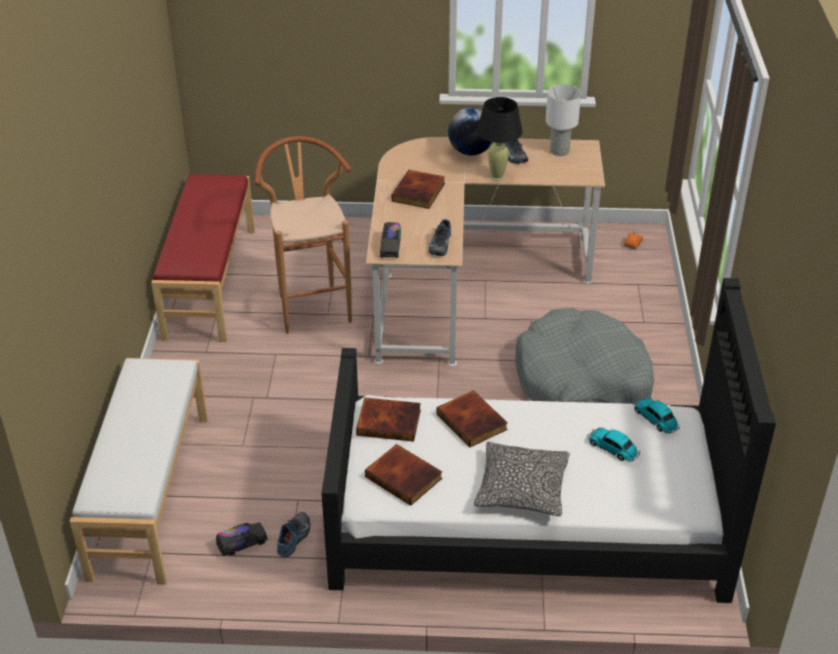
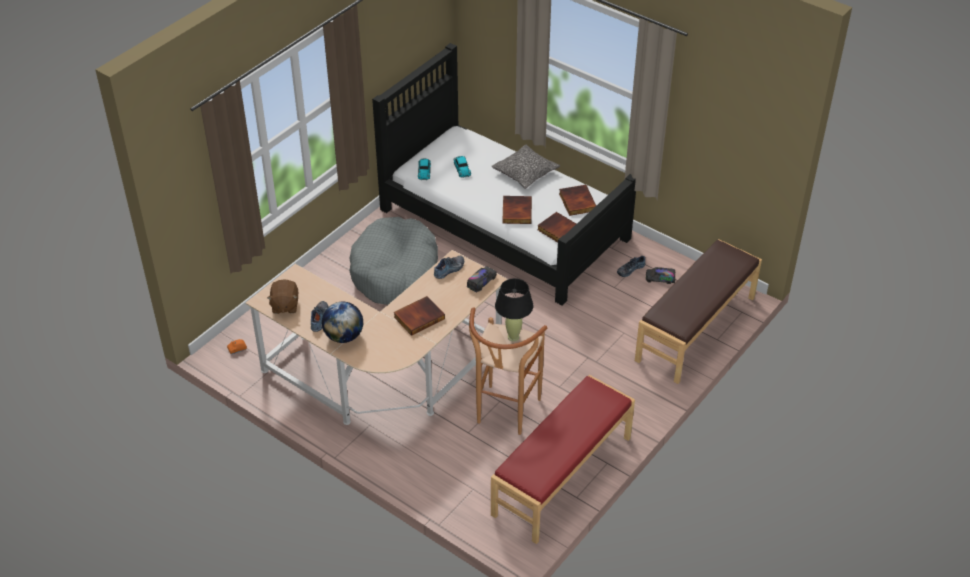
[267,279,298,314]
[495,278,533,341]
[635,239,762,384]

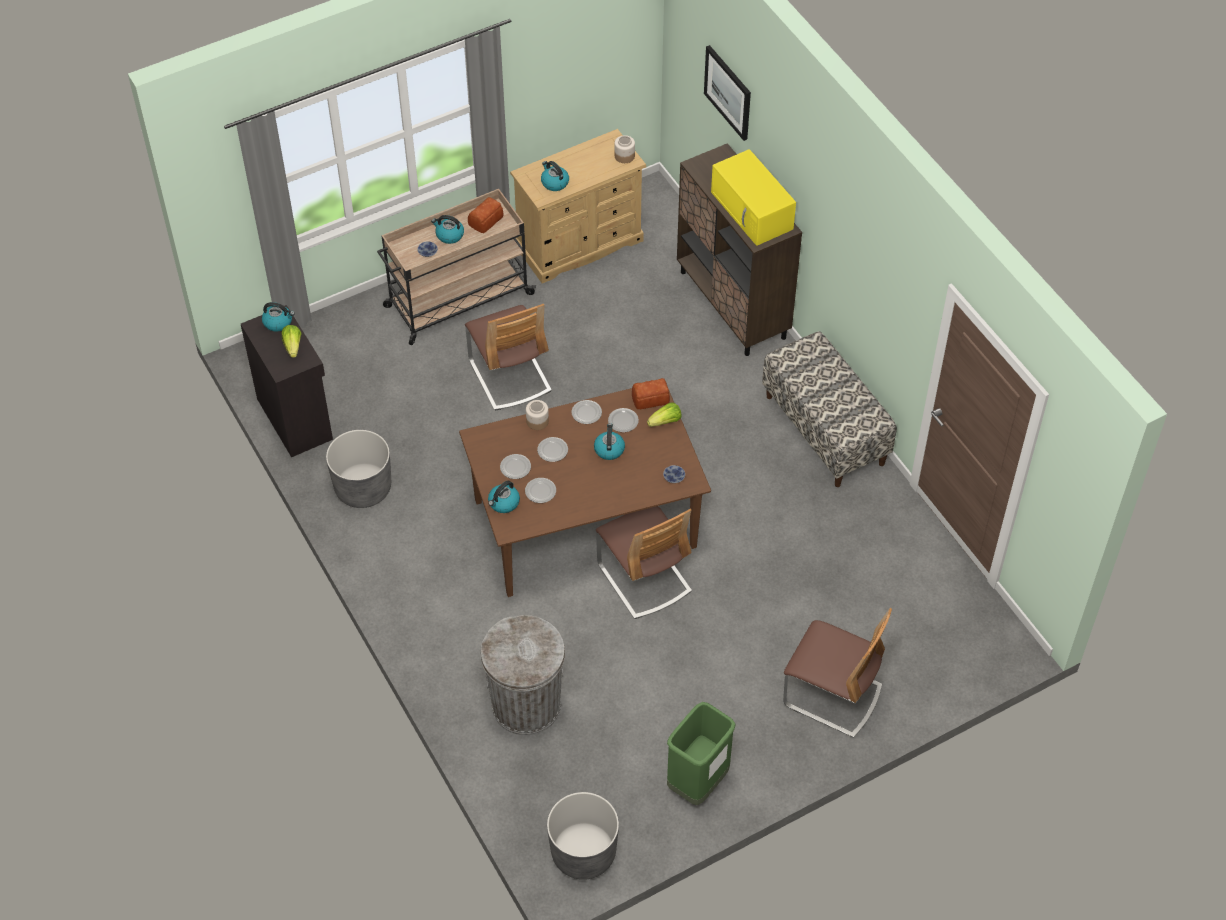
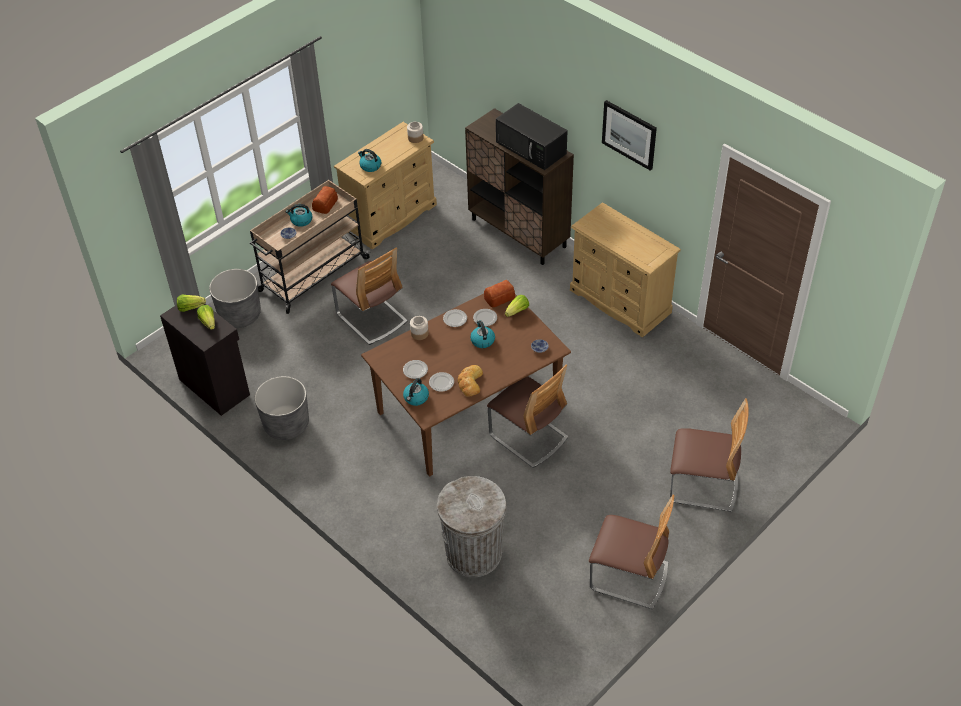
[602,100,657,171]
[496,103,568,170]
[177,295,206,312]
[570,202,681,338]
[537,437,568,462] (first image)
[589,495,675,609]
[209,269,261,328]
[458,365,483,397]

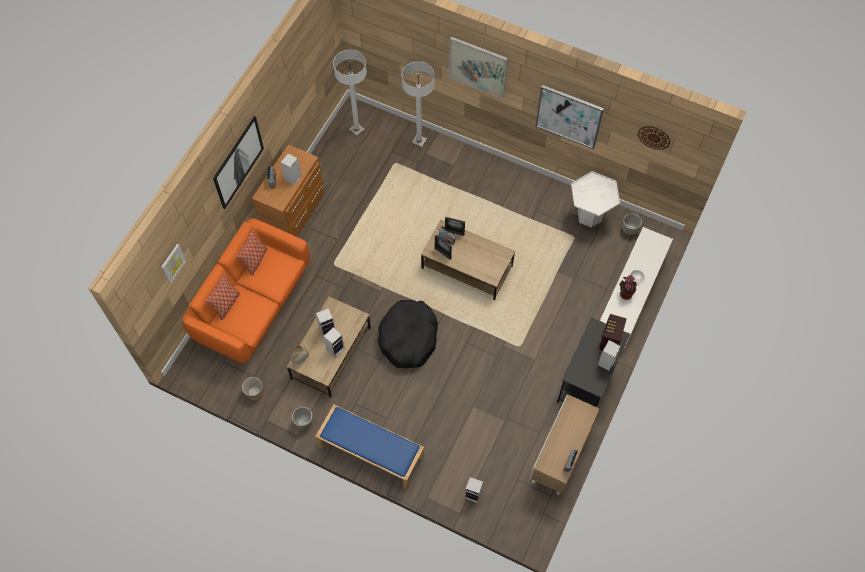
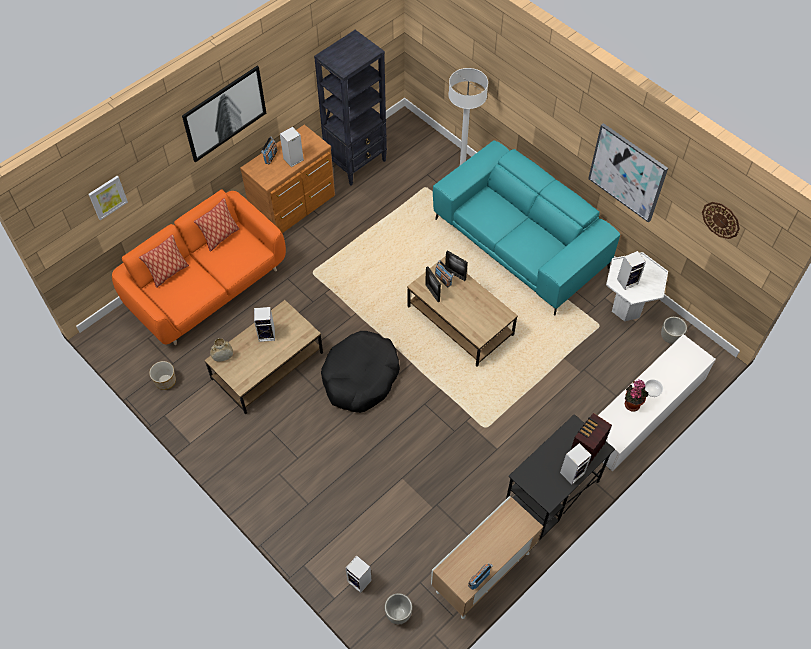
[449,37,508,99] (first image)
[333,50,367,136] (first image)
[617,251,646,290]
[315,404,424,490] (first image)
[385,593,412,624]
[314,30,387,186]
[433,140,620,316]

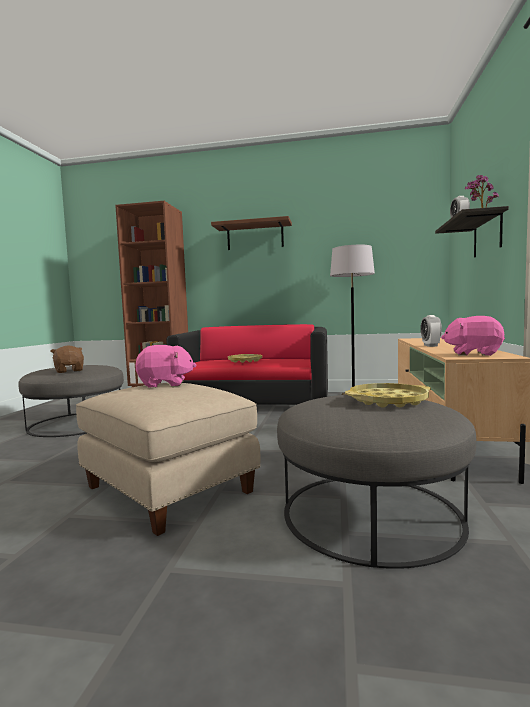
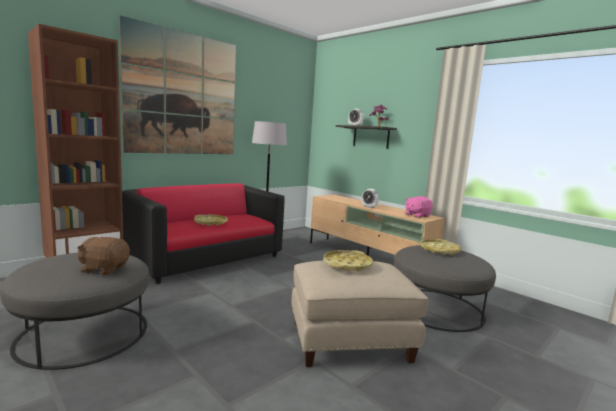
[119,15,236,154]
[323,250,373,271]

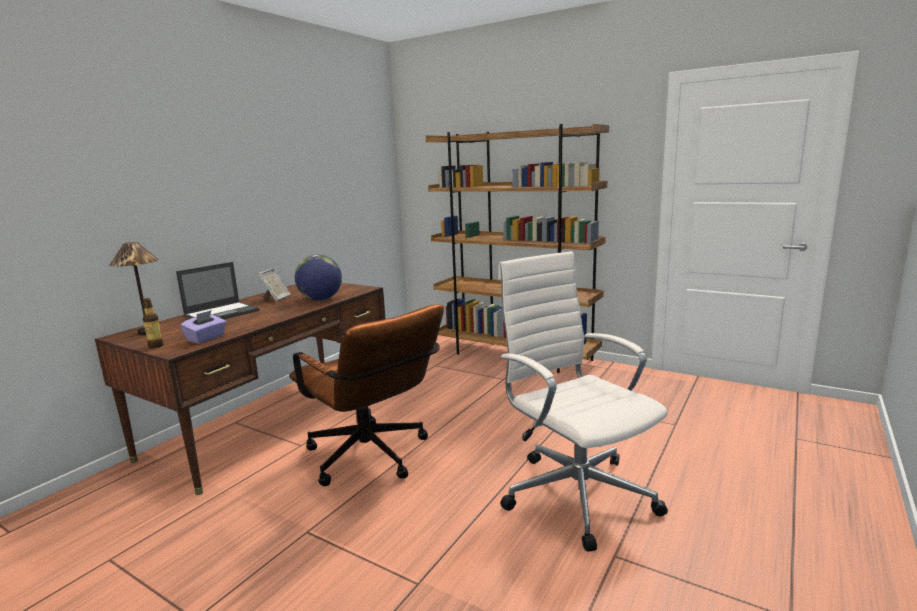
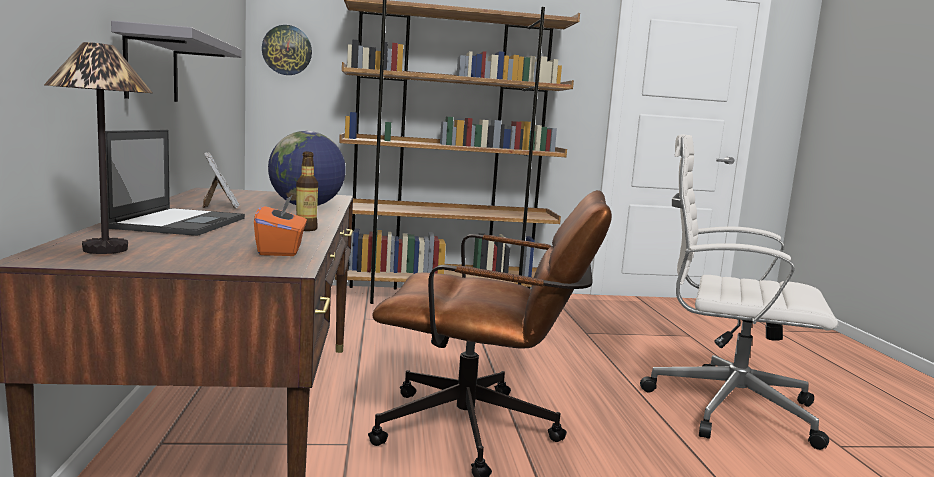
[296,152,318,231]
[254,196,307,256]
[111,21,242,102]
[262,25,312,75]

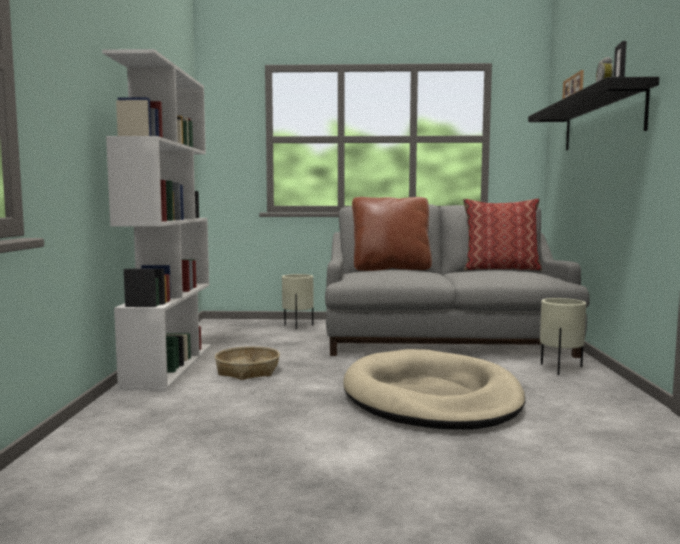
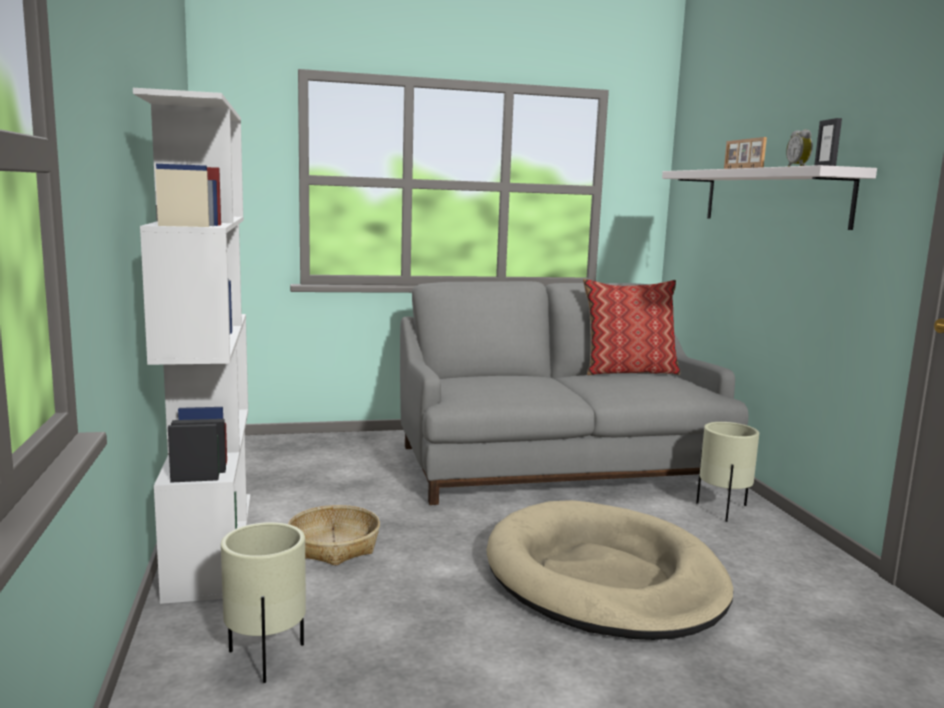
[662,165,877,230]
[352,197,432,271] (first image)
[221,522,306,683]

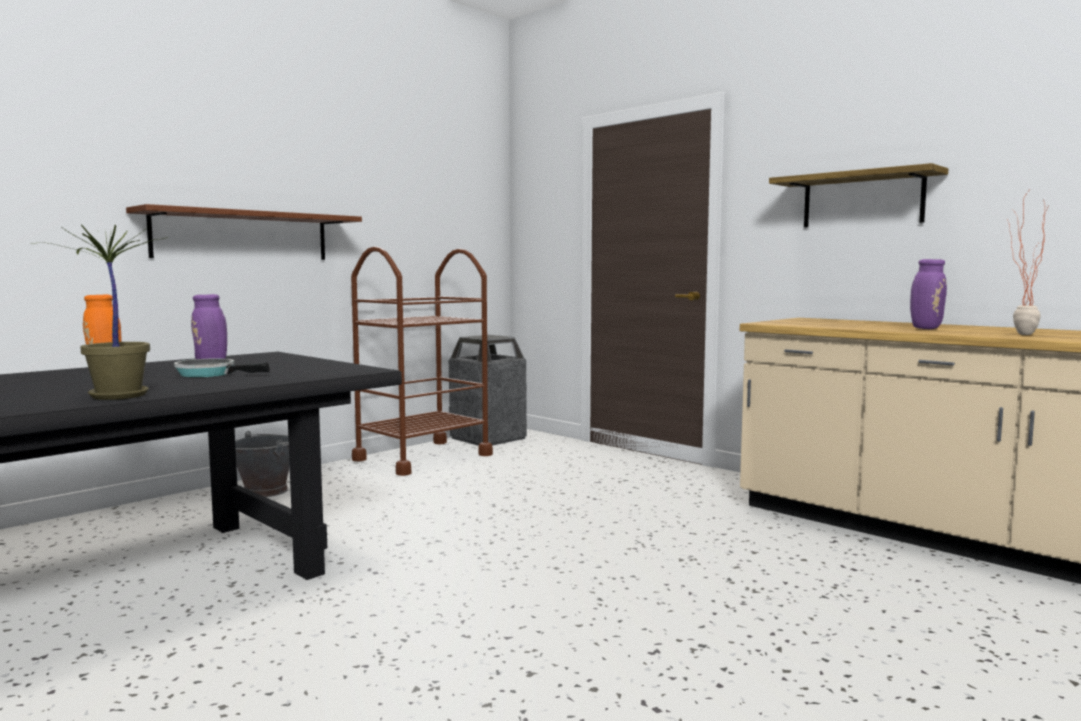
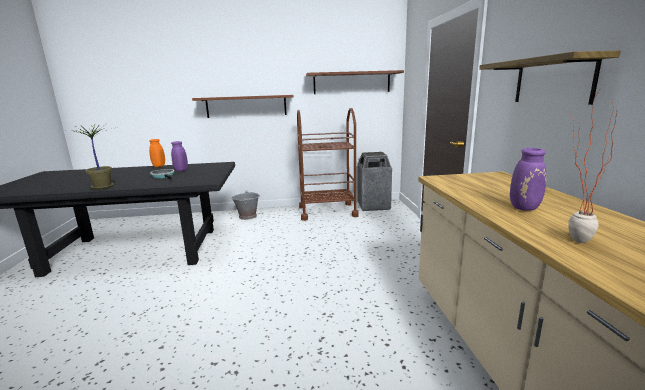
[306,70,404,94]

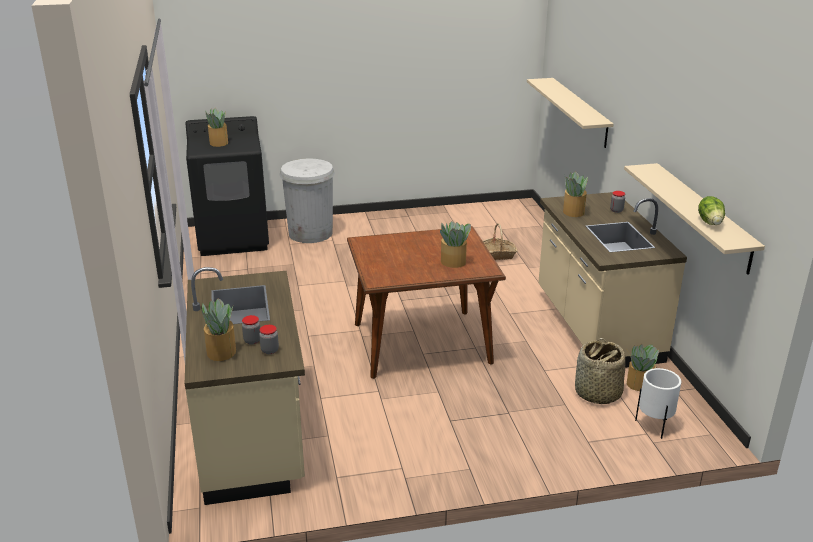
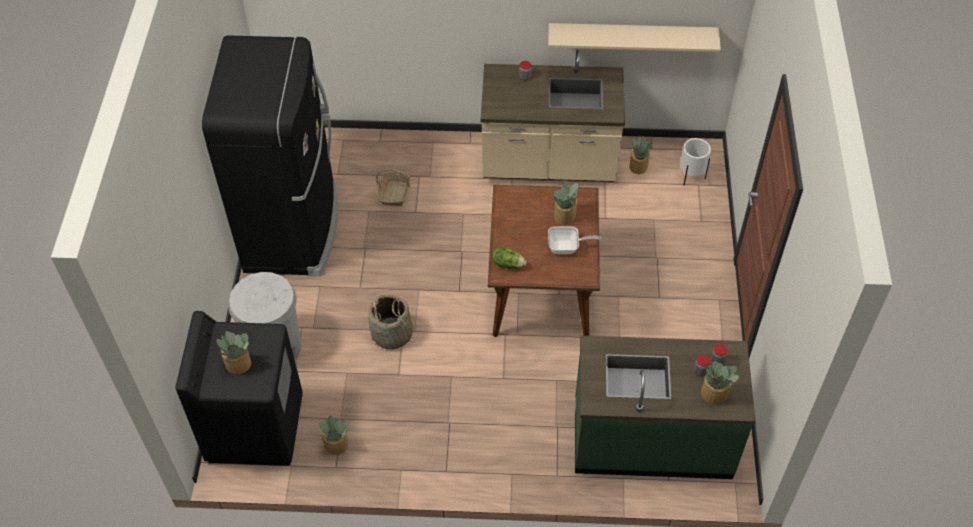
[527,78,614,148] (first image)
[318,415,348,455]
[492,247,527,269]
[575,335,755,479]
[368,295,415,350]
[202,35,338,276]
[548,226,601,254]

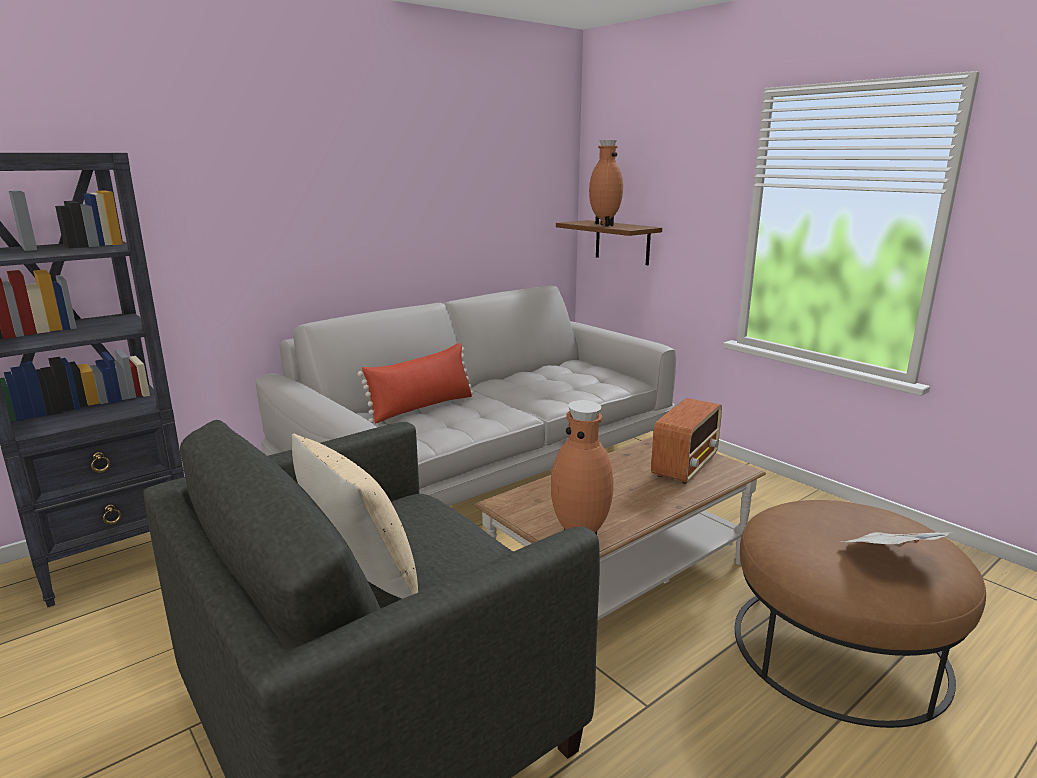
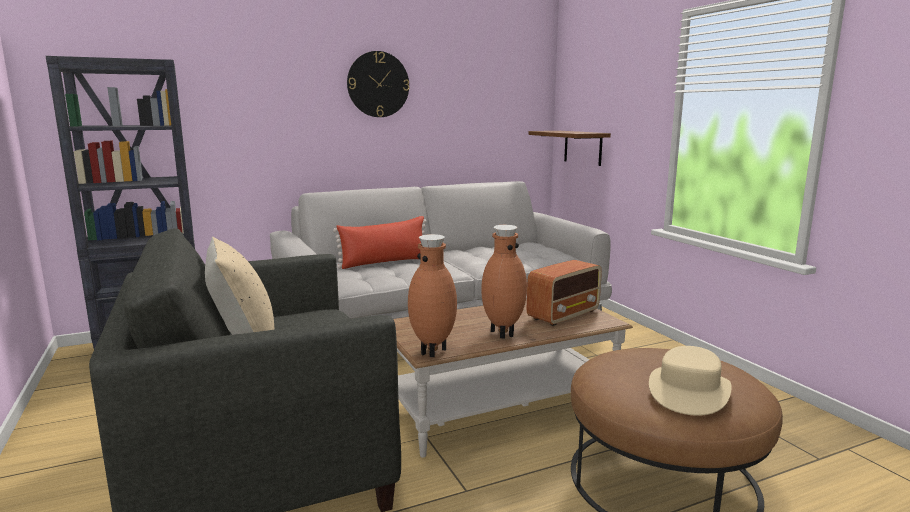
[481,225,527,339]
[649,346,732,416]
[347,51,410,117]

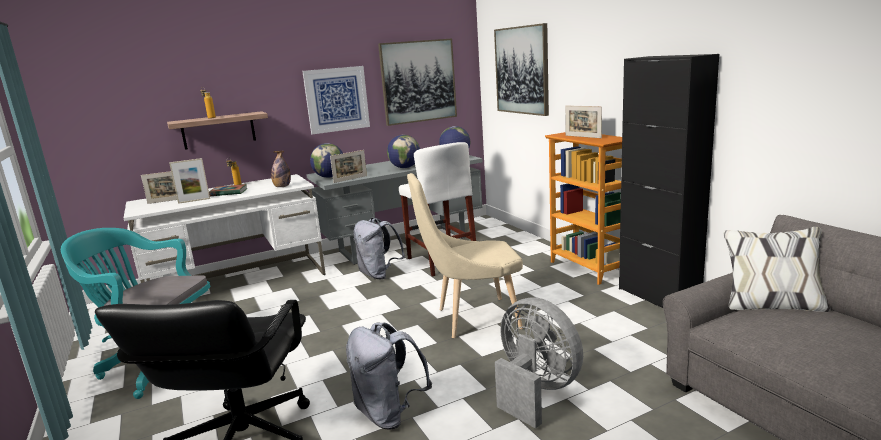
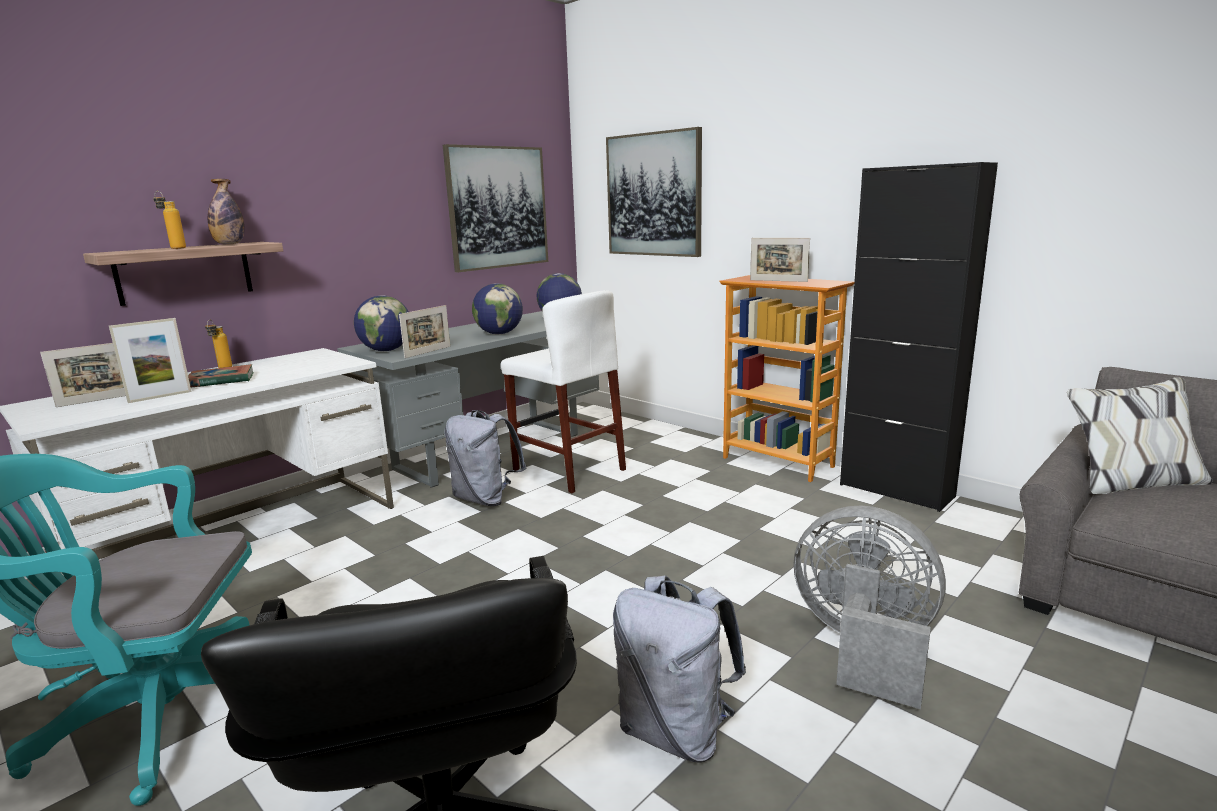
[302,66,370,134] (first image)
[208,179,245,244]
[407,173,523,338] (first image)

